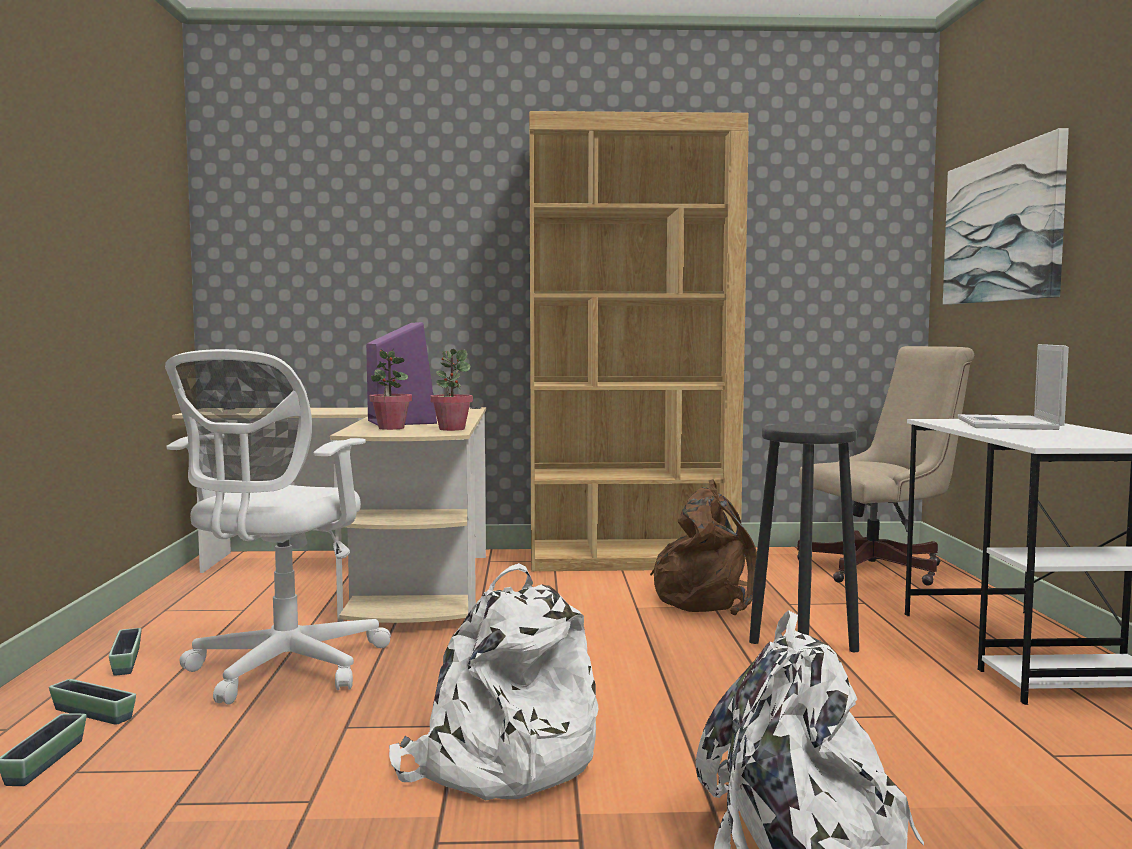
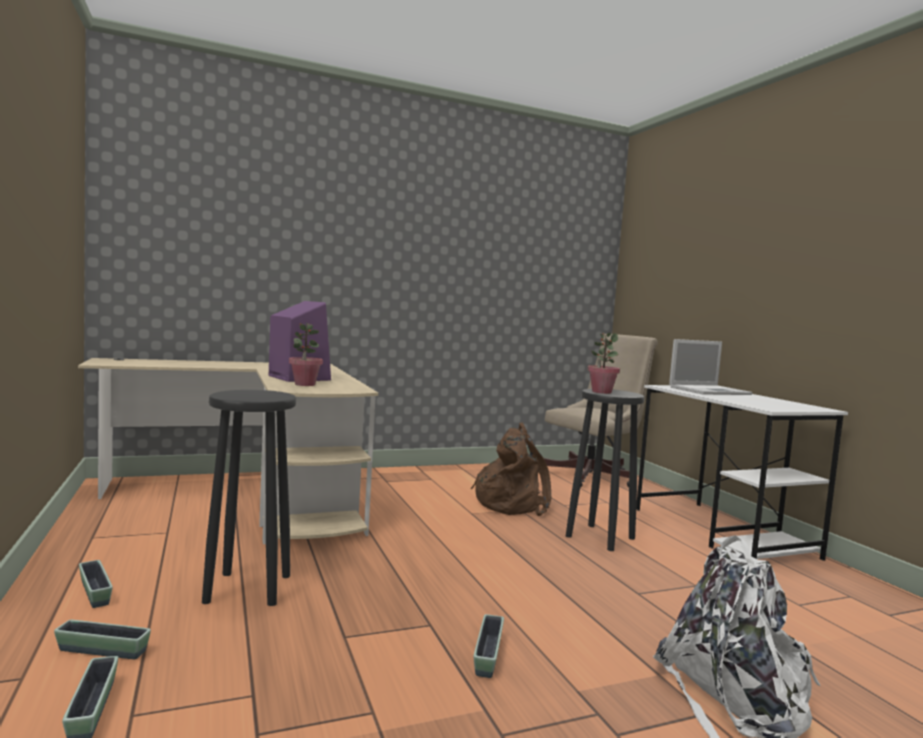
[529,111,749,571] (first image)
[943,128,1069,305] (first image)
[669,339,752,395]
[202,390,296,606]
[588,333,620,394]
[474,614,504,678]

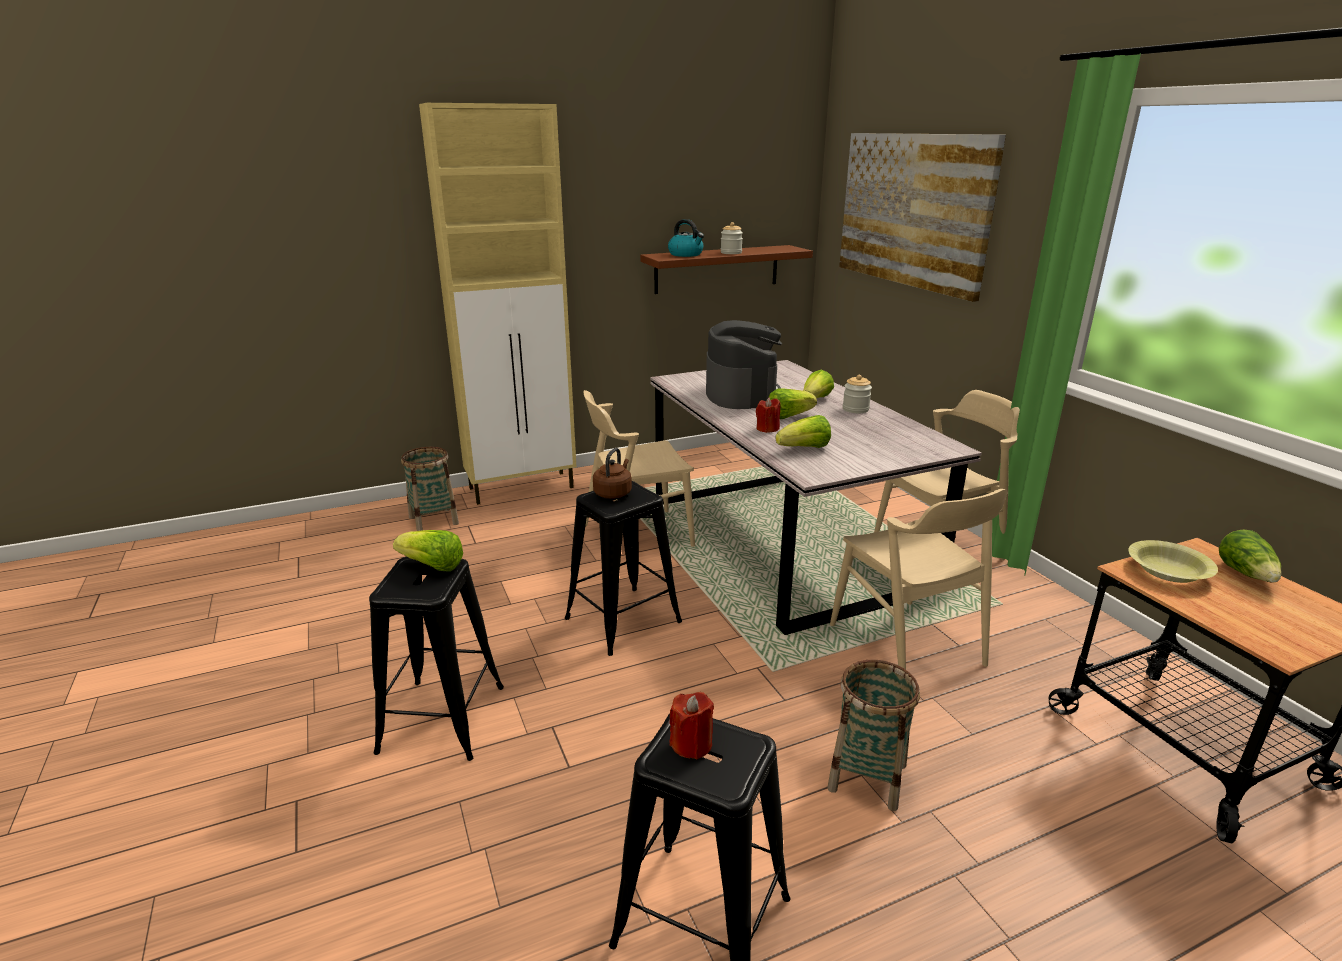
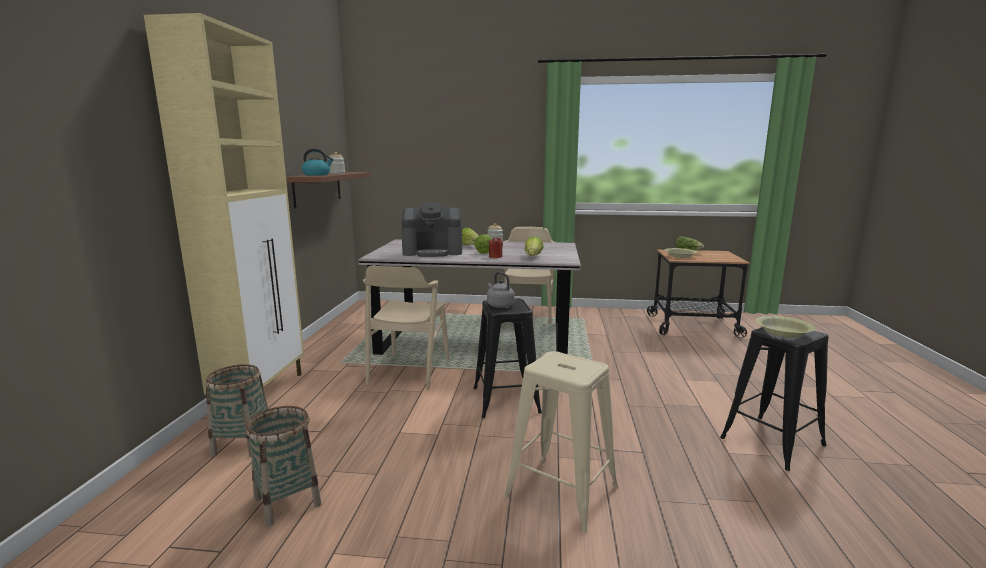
[839,133,1006,302] (first image)
[401,202,462,257]
[487,272,515,308]
[830,489,1007,670] (first image)
[393,530,463,572] (first image)
[504,351,618,534]
[246,406,321,527]
[755,316,816,338]

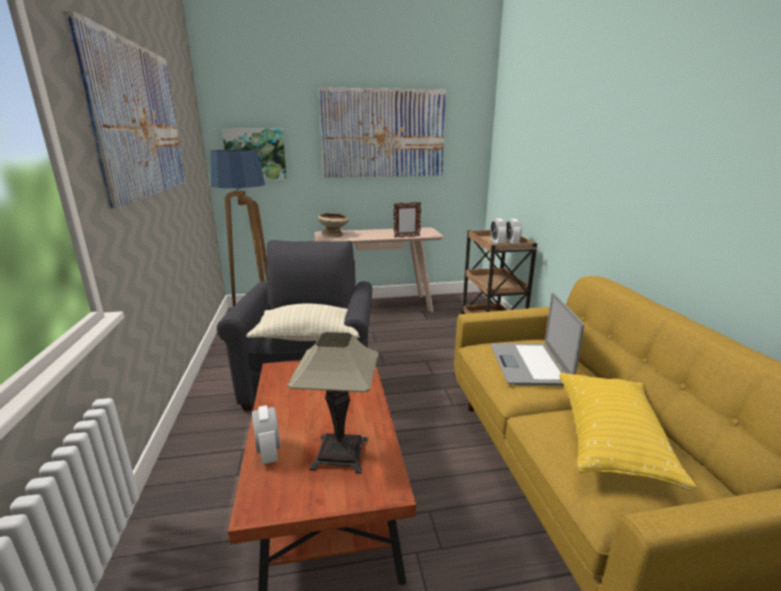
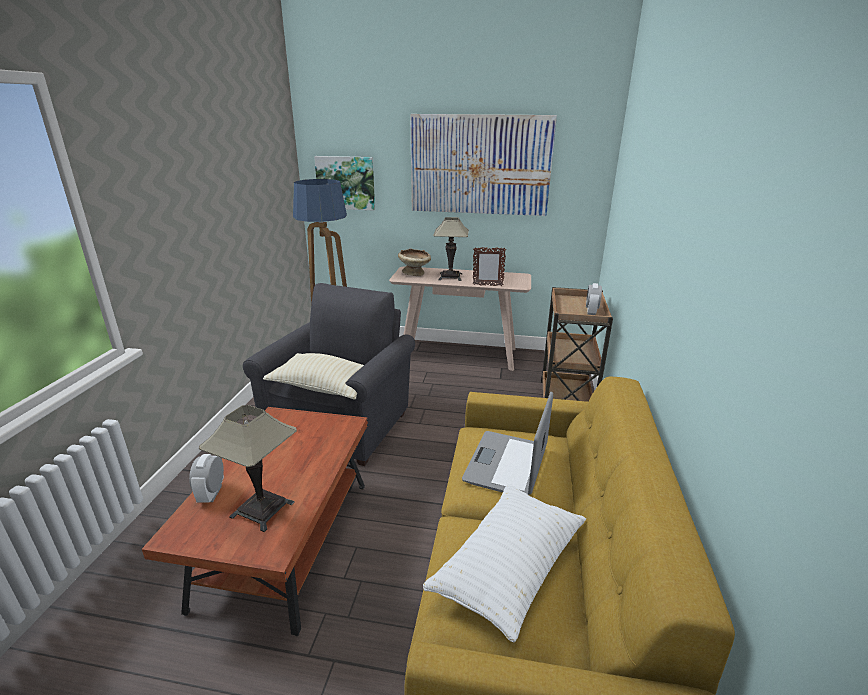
[62,10,186,209] (first image)
[490,219,507,244] (first image)
[423,484,586,643]
[433,217,469,281]

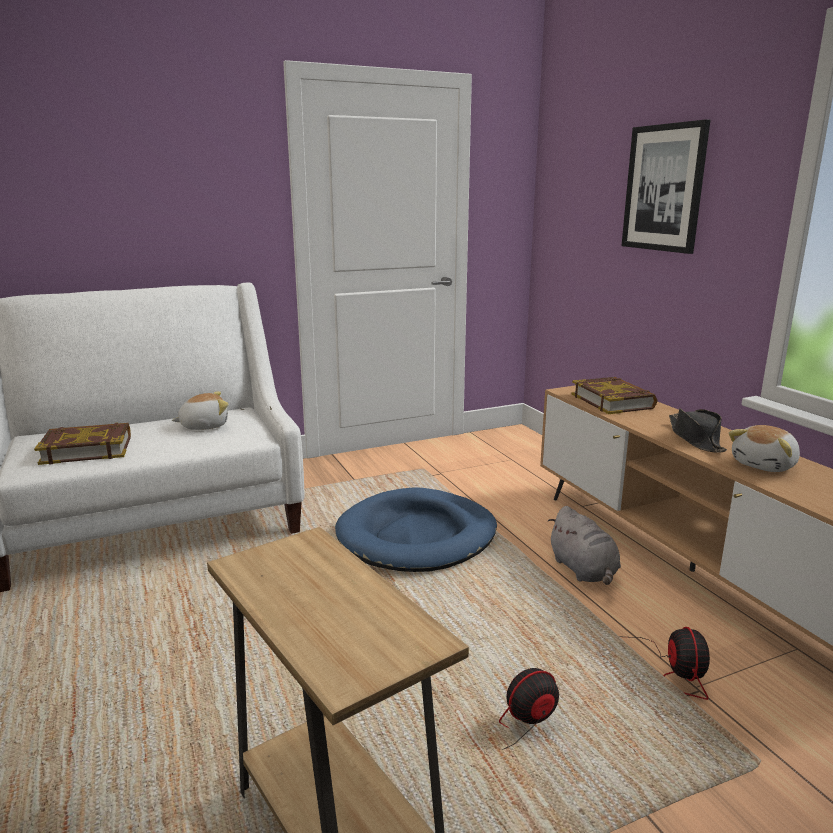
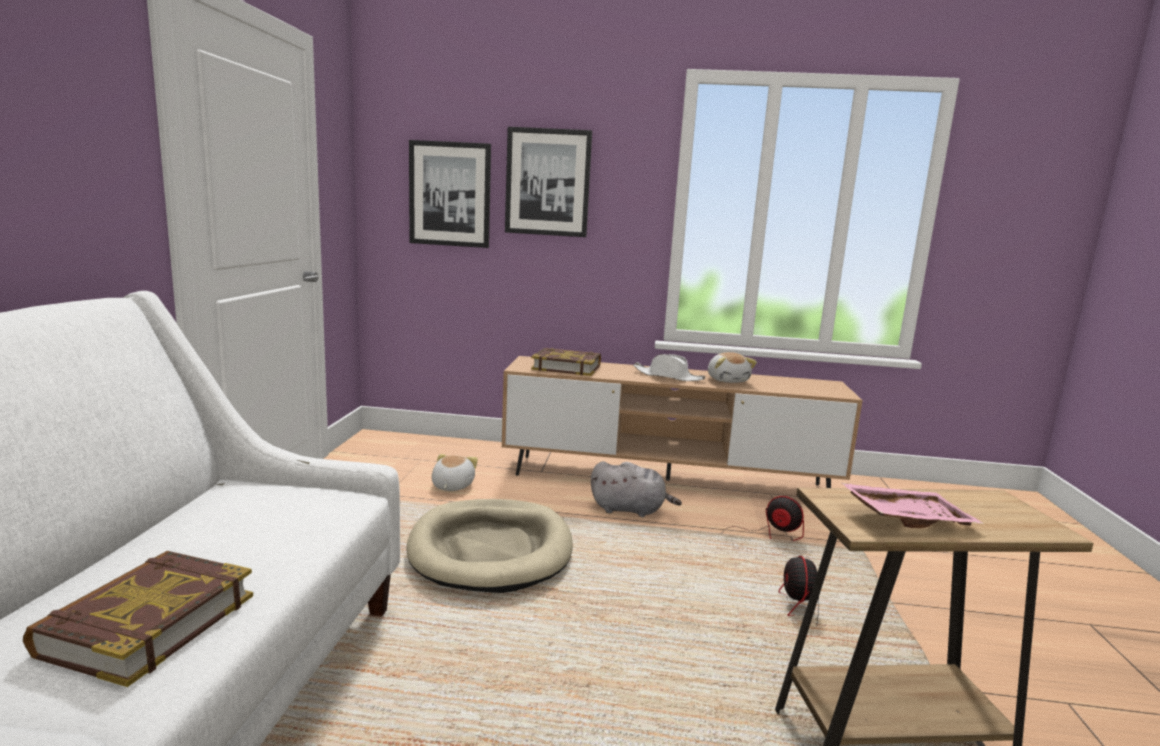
[432,454,478,491]
[633,354,705,381]
[406,499,573,593]
[409,140,491,248]
[842,483,984,528]

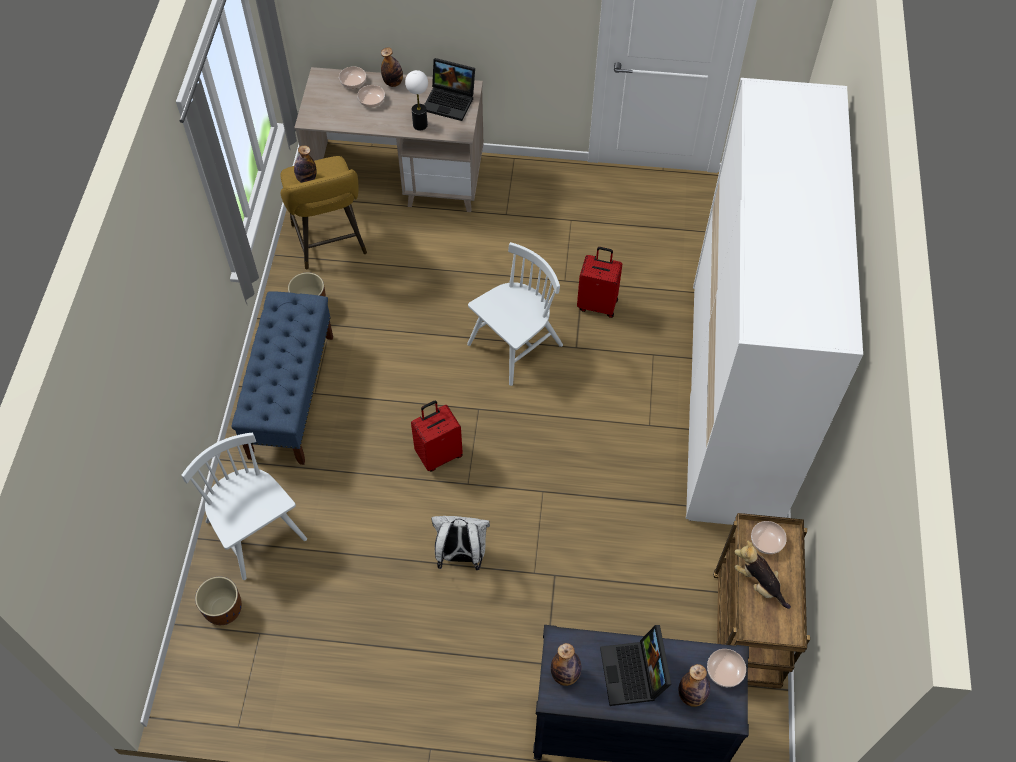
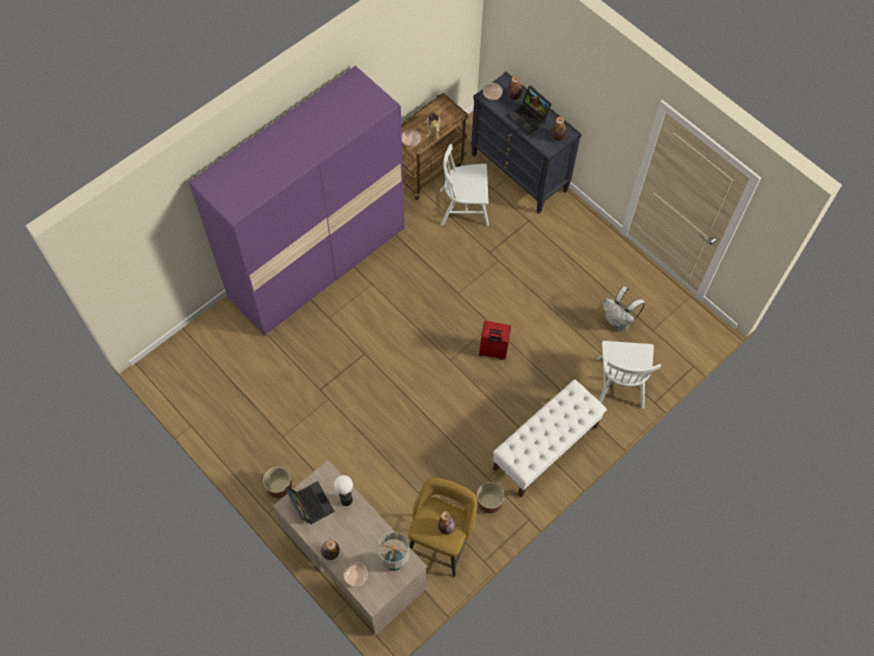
[189,66,405,336]
[357,85,385,107] (first image)
[440,144,489,226]
[577,247,622,318] (first image)
[493,379,607,497]
[603,286,645,331]
[263,467,292,498]
[507,85,552,135]
[377,532,409,571]

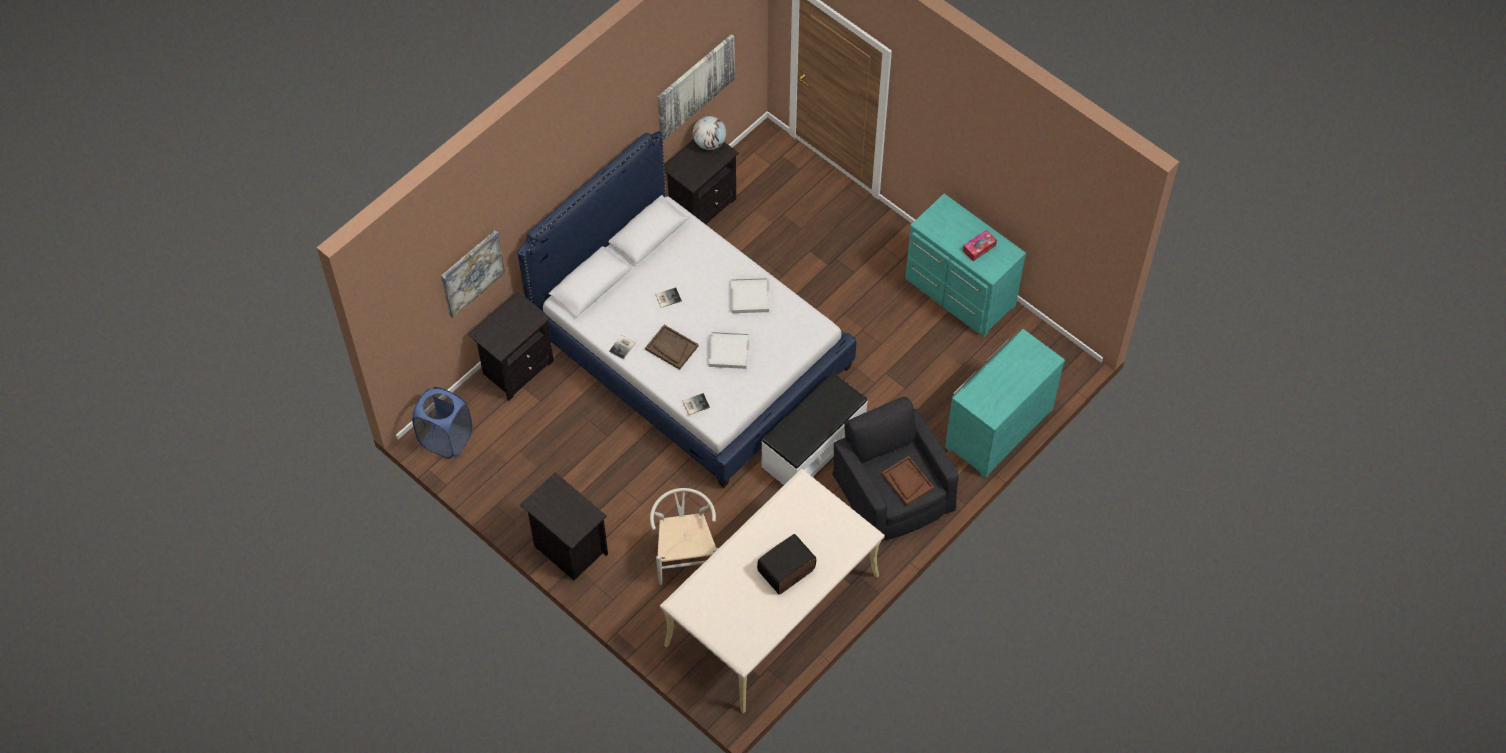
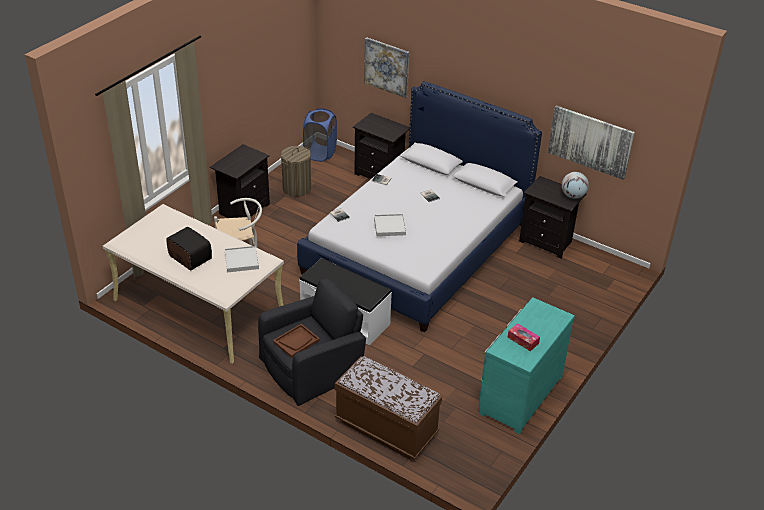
[225,246,259,272]
[645,325,699,370] (first image)
[335,356,442,460]
[281,146,311,197]

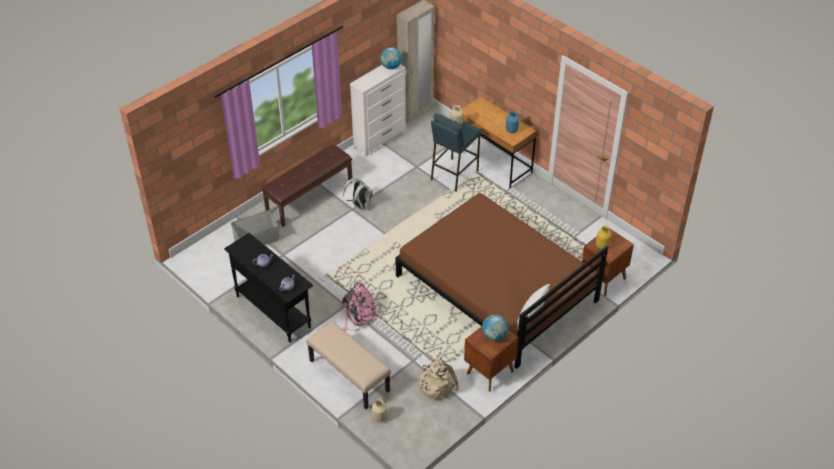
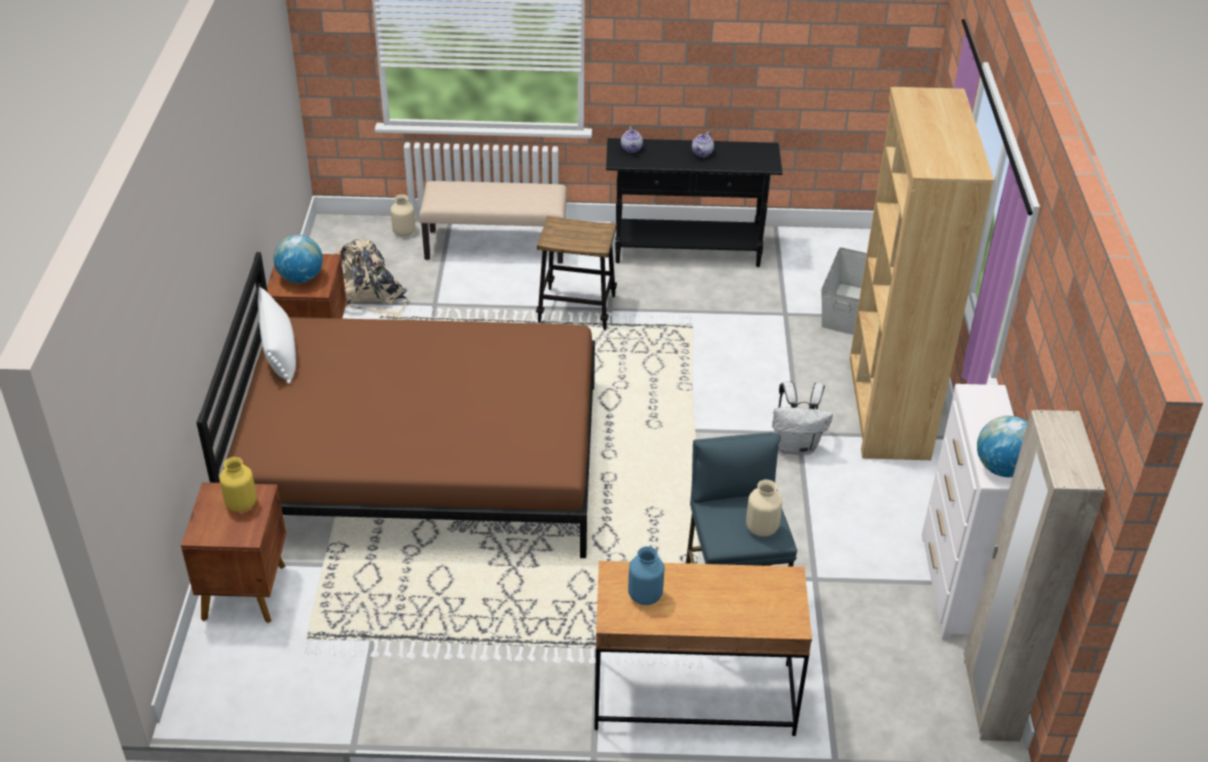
[850,87,994,461]
[536,216,617,330]

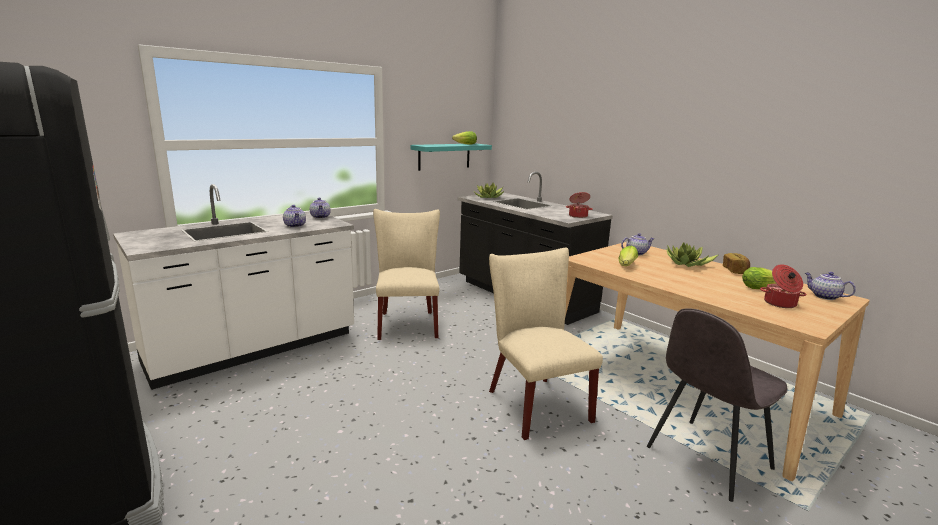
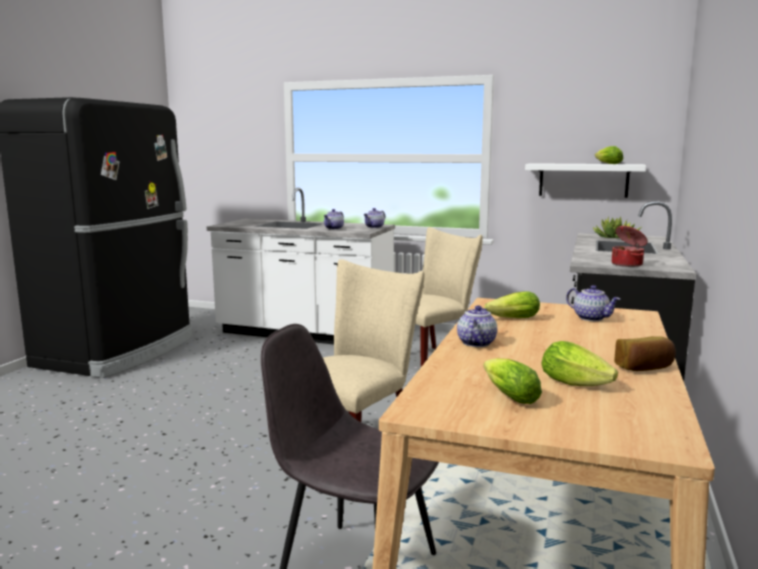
[525,163,646,198]
[666,242,718,267] (first image)
[483,358,542,404]
[457,305,497,347]

